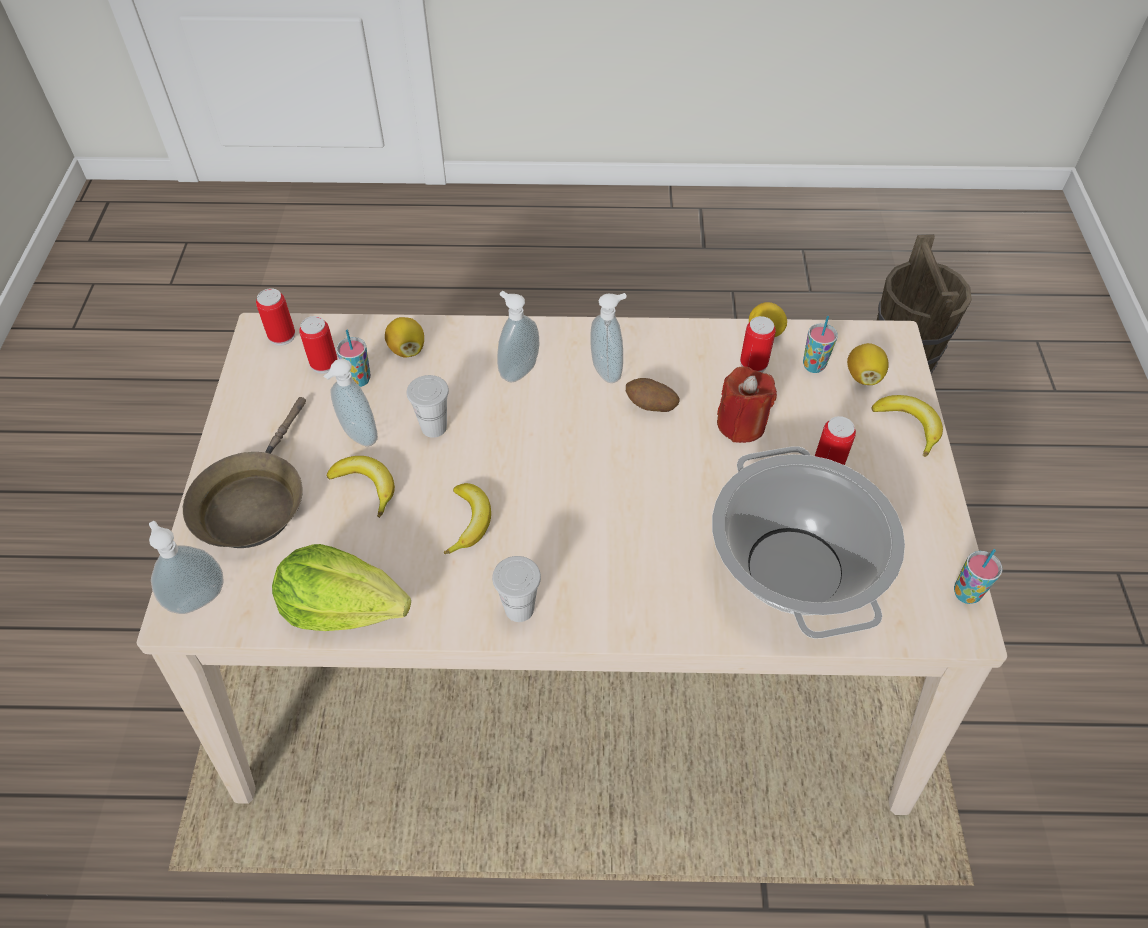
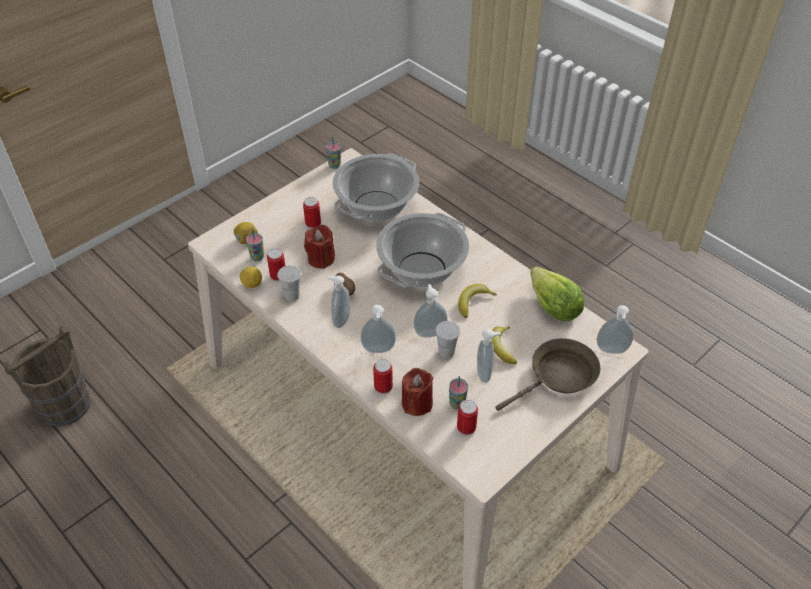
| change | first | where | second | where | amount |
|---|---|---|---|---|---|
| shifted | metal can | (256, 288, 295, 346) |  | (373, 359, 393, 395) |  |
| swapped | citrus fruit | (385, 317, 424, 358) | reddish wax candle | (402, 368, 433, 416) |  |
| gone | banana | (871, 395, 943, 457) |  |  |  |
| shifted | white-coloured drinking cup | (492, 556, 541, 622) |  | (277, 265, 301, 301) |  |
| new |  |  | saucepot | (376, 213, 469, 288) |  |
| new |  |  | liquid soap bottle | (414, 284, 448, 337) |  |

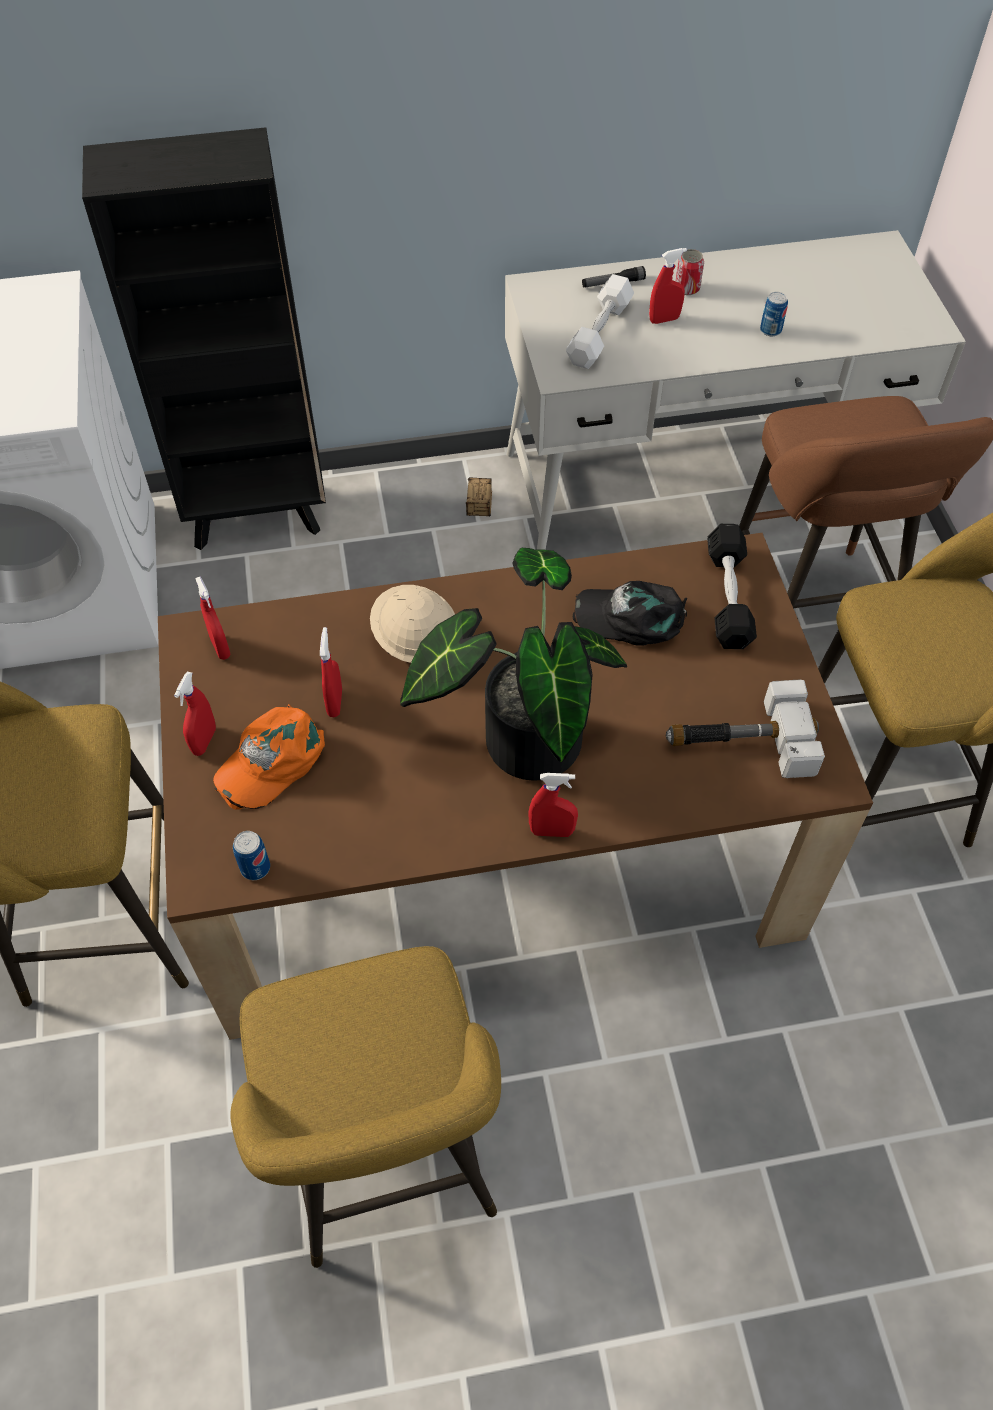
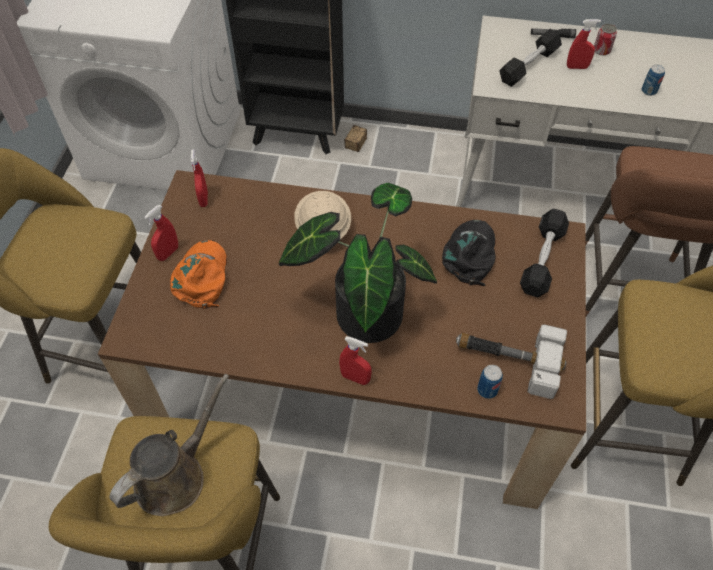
| change | first | where | second | where | amount |
|---|---|---|---|---|---|
| repainted | white-coloured dumbbell | (566, 274, 634, 369) | blackish dumbbell | (499, 29, 562, 87) |  |
| shifted | storage bin | (466, 478, 492, 516) |  | (344, 125, 367, 152) |  |
| rotated | blackish cap | (573, 581, 687, 645) |  | (442, 220, 495, 286) | 75 degrees clockwise |
| gone | reddish hand sprayer | (320, 627, 342, 717) |  |  |  |
| rotated | orange-coloured cap | (213, 704, 325, 810) |  | (170, 240, 227, 309) | 120 degrees clockwise |
| shifted | metal can | (233, 831, 270, 880) |  | (477, 365, 503, 399) |  |
| new |  |  | brown-coloured watering can | (110, 374, 229, 516) |  |

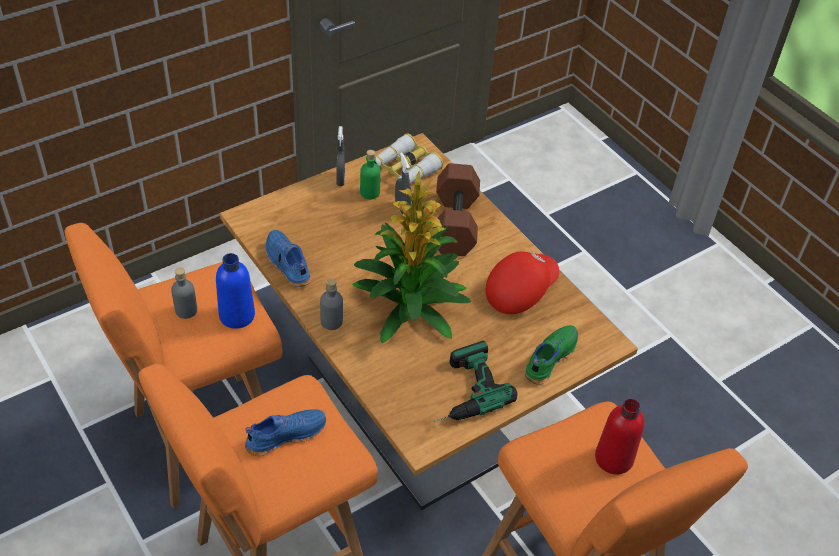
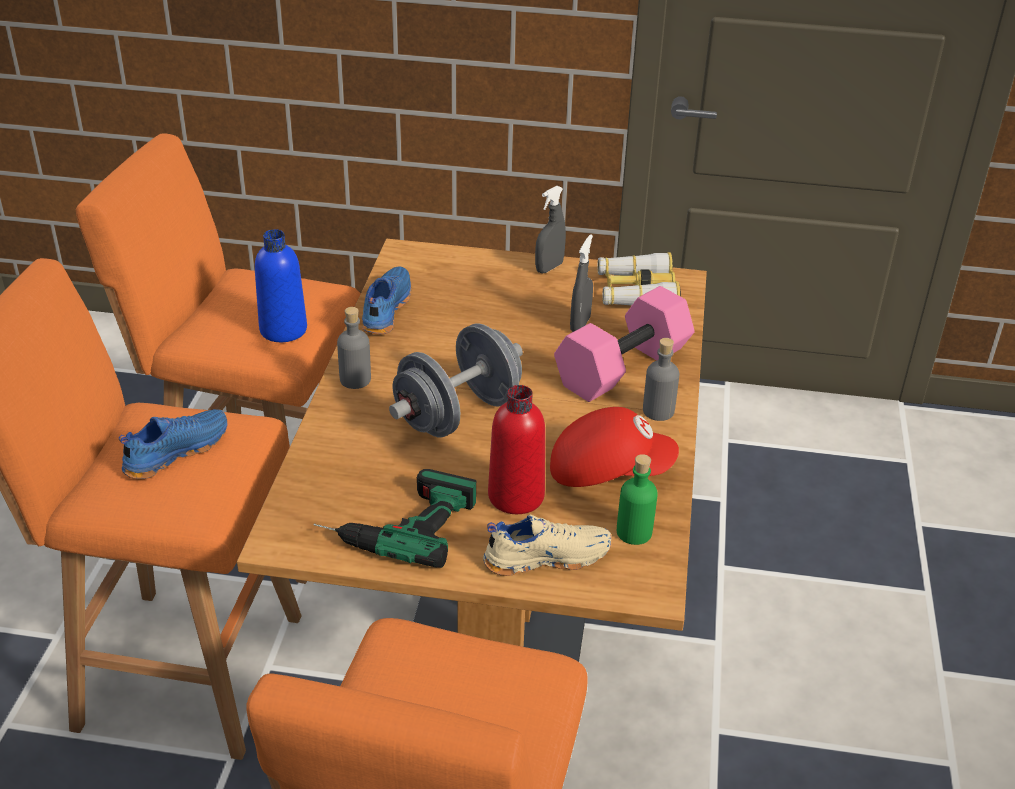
| change | first | where | second | where | amount |
|---|---|---|---|---|---|
| shifted | greenish drink bottle | (360, 150, 381, 199) |  | (617, 454, 658, 545) |  |
| repainted | brown-coloured dumbbell | (433, 163, 480, 256) | pink-coloured dumbbell | (554, 286, 694, 402) |  |
| swapped | plant in a pot | (352, 172, 471, 344) | grey dumbbell | (389, 323, 523, 437) |  |
| shifted | grey drink bottle | (171, 268, 197, 319) |  | (643, 338, 679, 421) |  |
| repainted | greenish low shoe | (525, 325, 578, 385) | sand-coloured low shoe | (483, 515, 612, 576) |  |
| shifted | reddish drink bottle | (595, 399, 644, 475) |  | (488, 385, 545, 514) |  |
| rotated | bluish low shoe | (245, 409, 326, 456) |  | (119, 409, 227, 479) | 60 degrees counterclockwise |

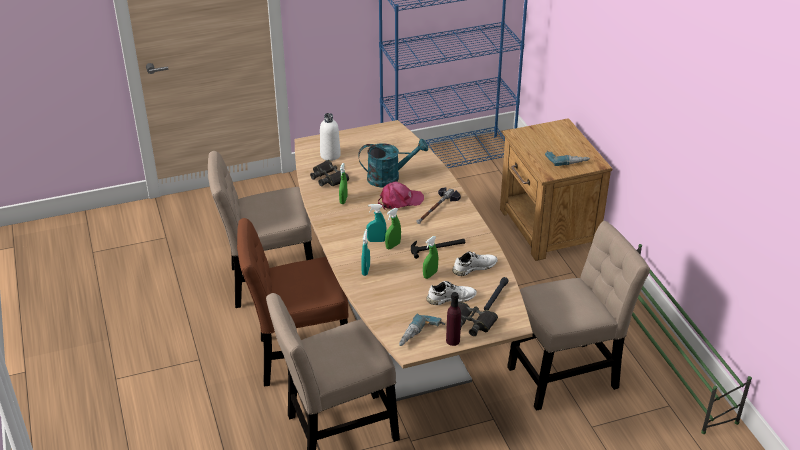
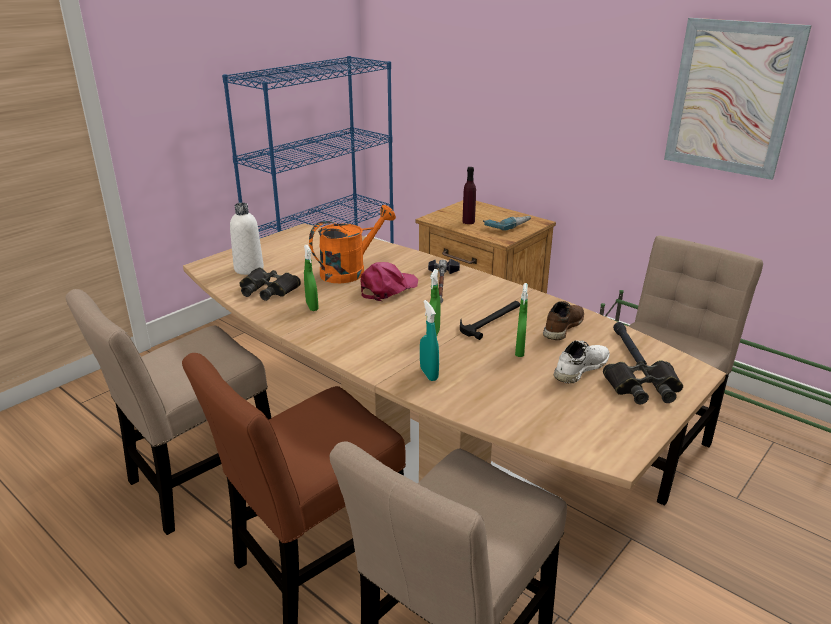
| change | first | where | second | where | amount |
|---|---|---|---|---|---|
| repainted | blue-green watering can | (358, 139, 428, 187) | orange-coloured watering can | (309, 205, 396, 283) |  |
| gone | blue-green hand sprayer | (366, 204, 387, 242) |  |  |  |
| repainted | white-coloured low shoe | (452, 252, 497, 276) | brown-coloured low shoe | (543, 301, 584, 340) |  |
| shifted | purple-coloured drink bottle | (446, 292, 461, 346) |  | (462, 167, 476, 224) |  |
| gone | drill | (399, 313, 445, 346) |  |  |  |
| new |  |  | picture | (664, 18, 812, 180) |  |

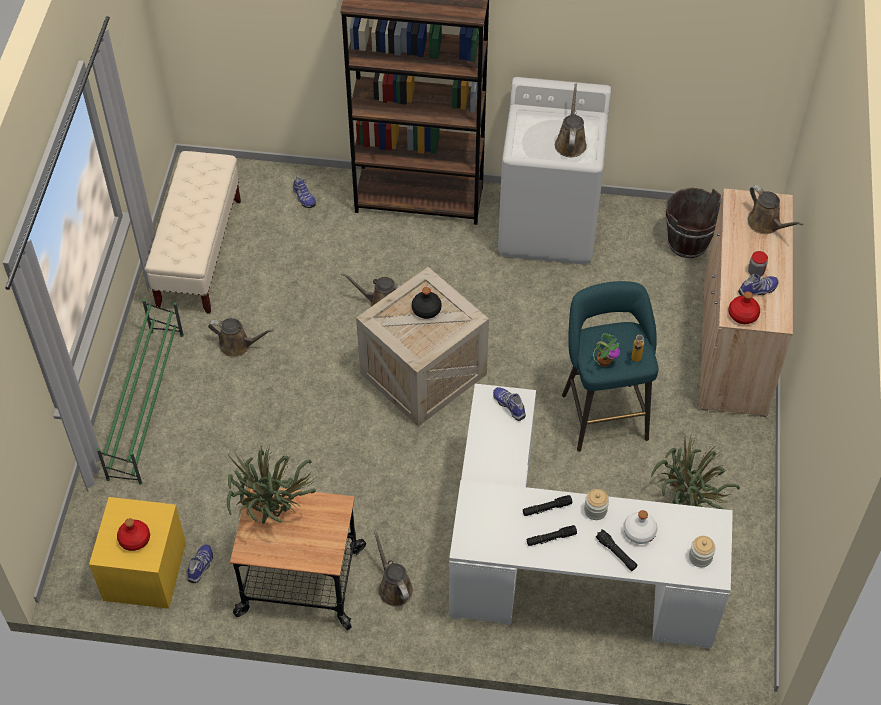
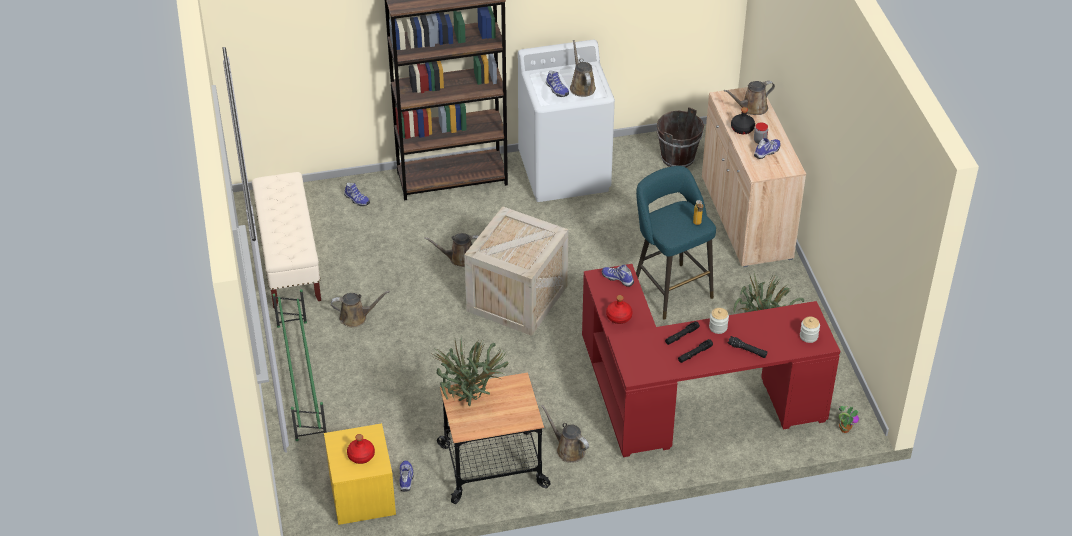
| change | first | where | second | where | amount |
|---|---|---|---|---|---|
| rotated | brown-coloured watering can | (747, 185, 803, 234) |  | (724, 81, 775, 115) | 120 degrees clockwise |
| shifted | blackish drink bottle | (412, 287, 442, 319) |  | (731, 107, 755, 134) |  |
| shifted | reddish drink bottle | (728, 291, 760, 324) |  | (606, 295, 633, 324) |  |
| shifted | plant in a pot | (593, 333, 620, 366) |  | (838, 406, 859, 433) |  |
| repainted | white-coloured desk | (449, 384, 733, 648) | reddish desk | (582, 264, 840, 457) |  |
| gone | white-coloured drink bottle | (623, 510, 658, 544) |  |  |  |
| new |  |  | low shoe | (546, 70, 569, 97) |  |

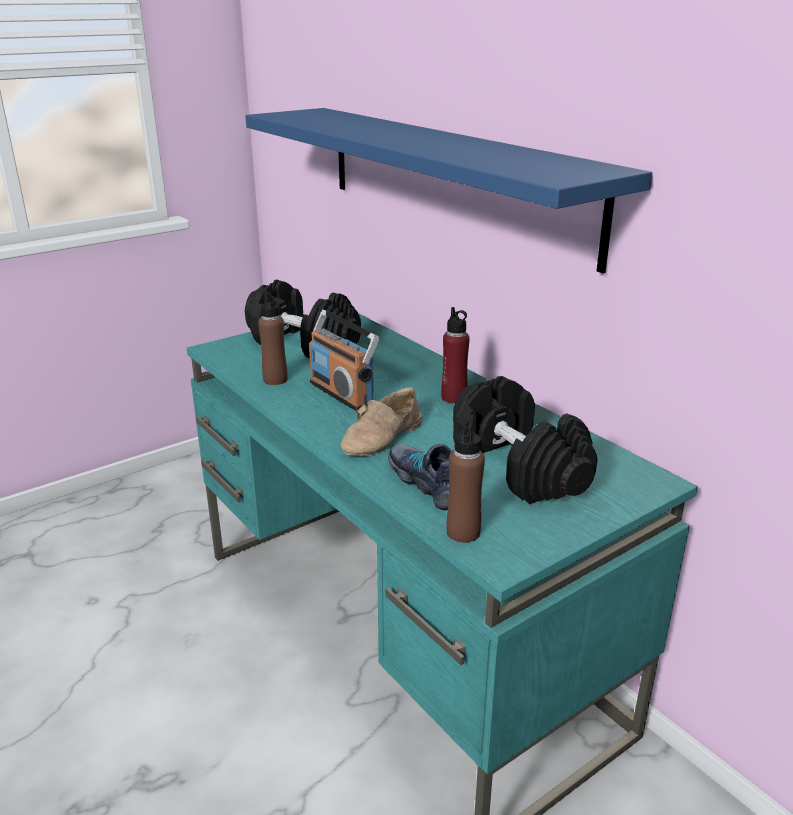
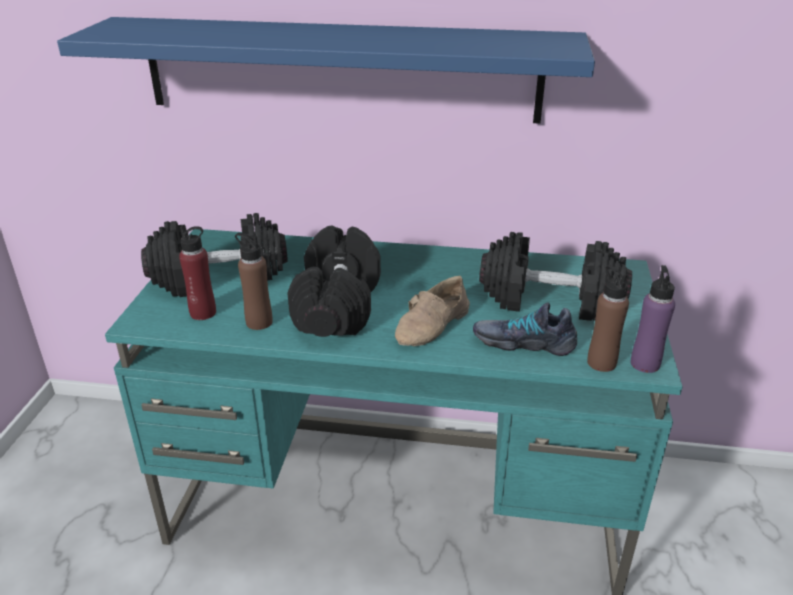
| change | first | where | second | where | amount |
|---|---|---|---|---|---|
| shifted | reddish drink bottle | (441, 307, 470, 404) |  | (179, 226, 216, 320) |  |
| swapped | radio | (309, 310, 379, 411) | blackish dumbbell | (287, 226, 381, 337) |  |
| rotated | sand-coloured low shoe | (341, 387, 423, 456) |  | (395, 276, 470, 346) | 45 degrees clockwise |
| new |  |  | purple-coloured drink bottle | (631, 265, 675, 373) |  |

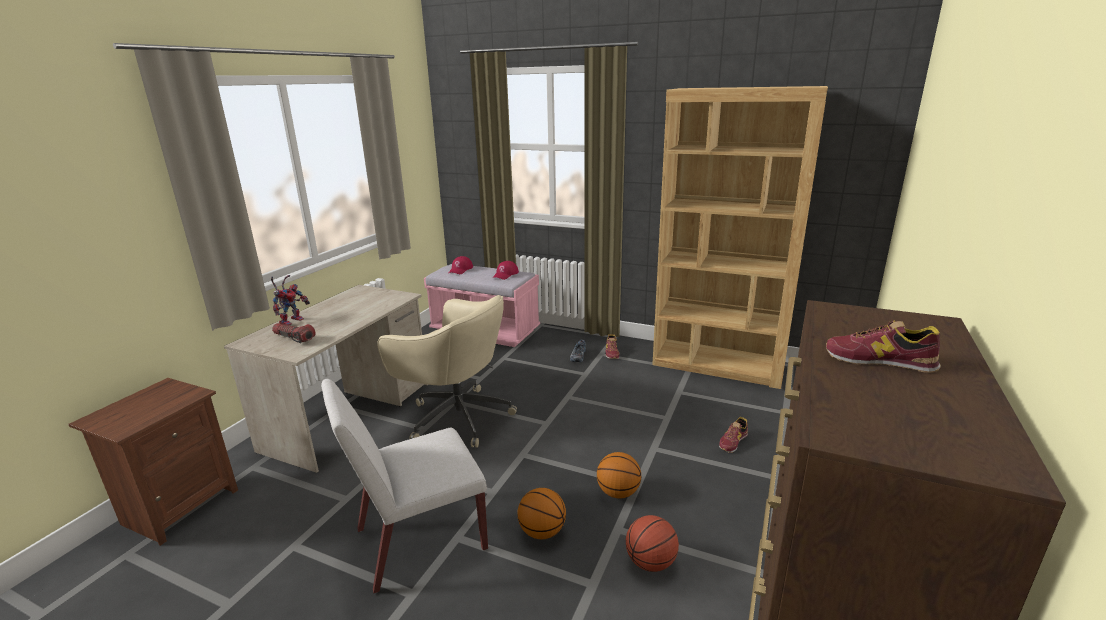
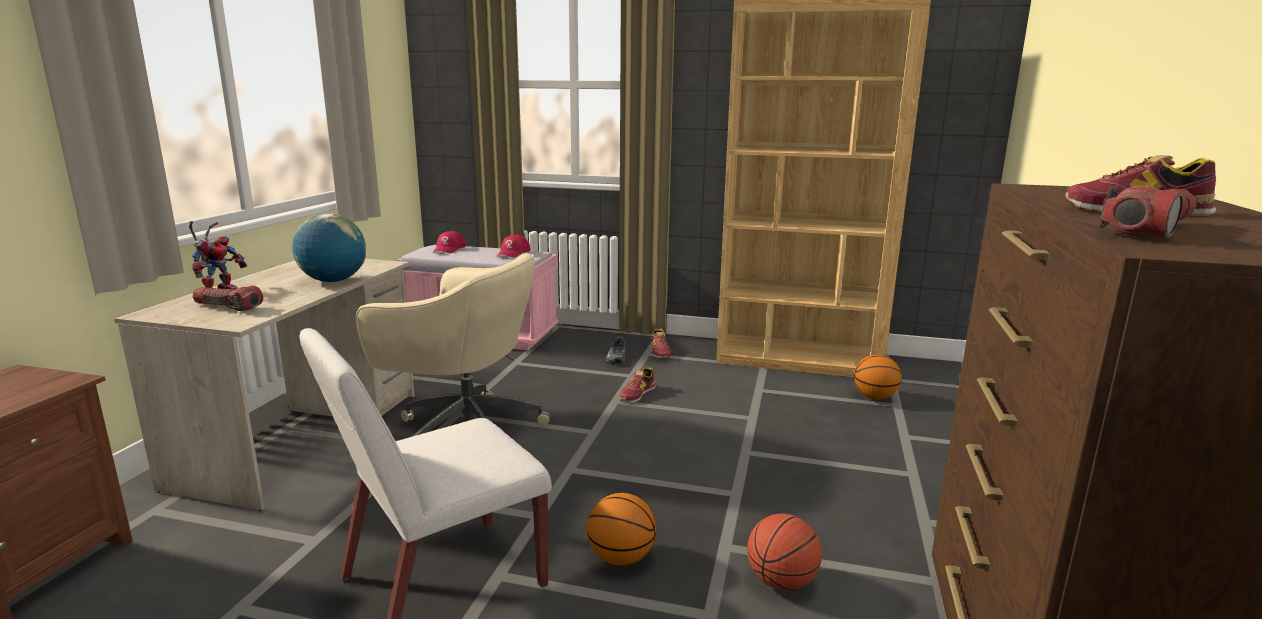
| change | first | where | second | where | amount |
|---|---|---|---|---|---|
| shifted | low shoe | (719, 417, 748, 453) |  | (620, 367, 656, 403) |  |
| shifted | ball for basketball | (597, 452, 641, 499) |  | (854, 354, 902, 400) |  |
| new |  |  | flashlight | (1100, 185, 1197, 238) |  |
| new |  |  | desk globe | (292, 214, 366, 282) |  |

